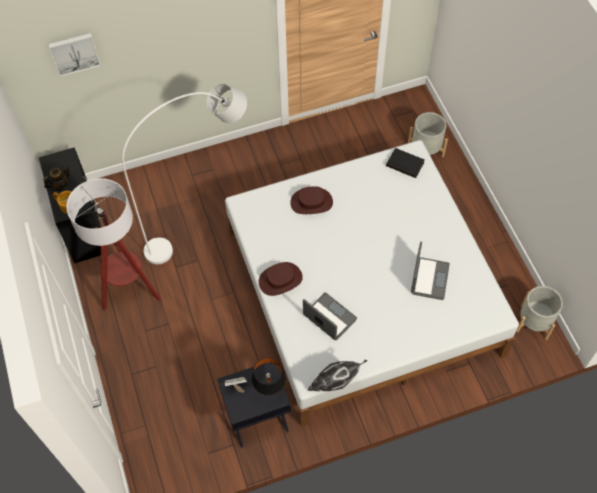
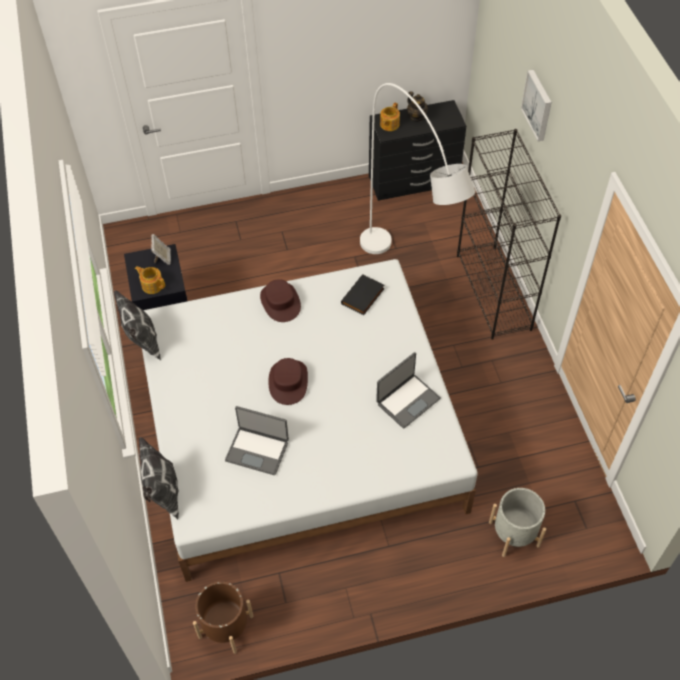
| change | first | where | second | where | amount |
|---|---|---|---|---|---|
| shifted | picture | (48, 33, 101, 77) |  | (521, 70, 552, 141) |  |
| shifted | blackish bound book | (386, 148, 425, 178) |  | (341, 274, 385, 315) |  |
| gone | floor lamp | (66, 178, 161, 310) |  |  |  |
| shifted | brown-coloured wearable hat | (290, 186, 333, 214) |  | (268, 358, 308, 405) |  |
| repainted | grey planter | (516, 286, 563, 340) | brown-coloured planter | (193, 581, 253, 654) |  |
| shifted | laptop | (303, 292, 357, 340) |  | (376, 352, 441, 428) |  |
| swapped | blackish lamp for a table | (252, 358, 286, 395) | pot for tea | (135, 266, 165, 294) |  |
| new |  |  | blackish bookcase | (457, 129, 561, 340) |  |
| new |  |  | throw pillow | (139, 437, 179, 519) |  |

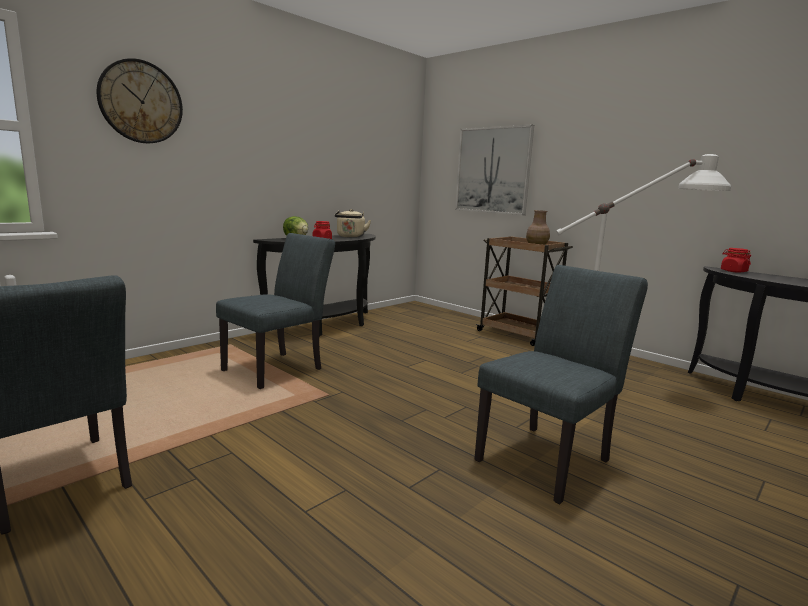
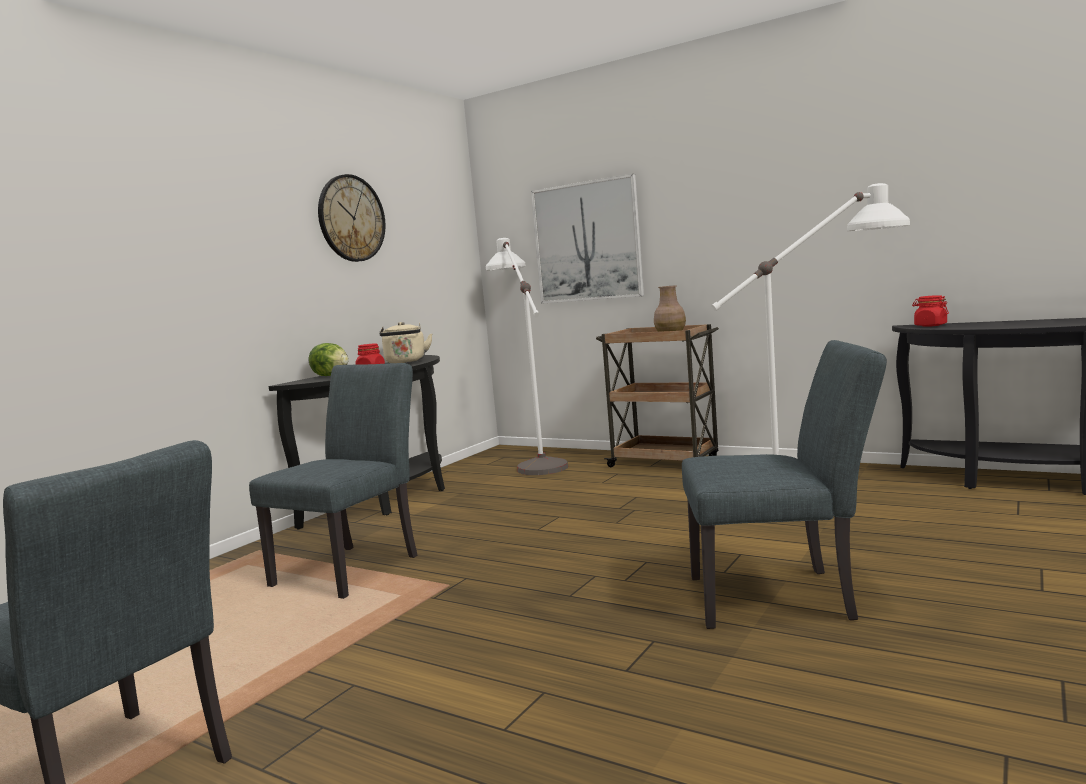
| change | first | where | second | where | amount |
|---|---|---|---|---|---|
| shifted | wall clock | (97, 58, 183, 143) |  | (318, 174, 386, 262) |  |
| rotated | grey chair | (474, 265, 648, 504) |  | (682, 340, 887, 629) | 60 degrees clockwise |
| new |  |  | white-coloured floor lamp | (486, 238, 568, 475) |  |

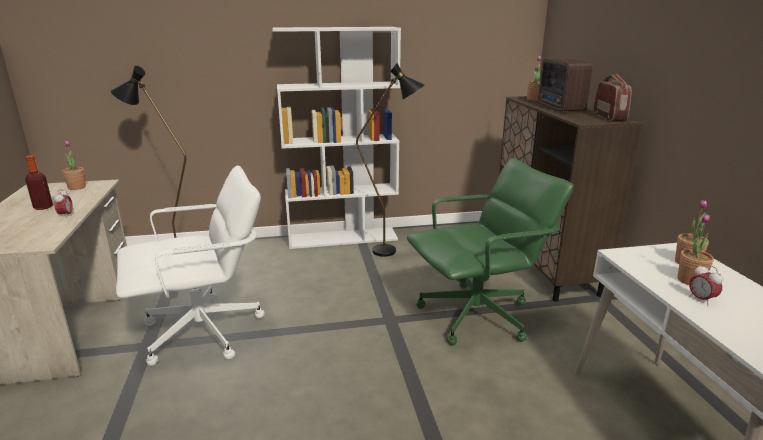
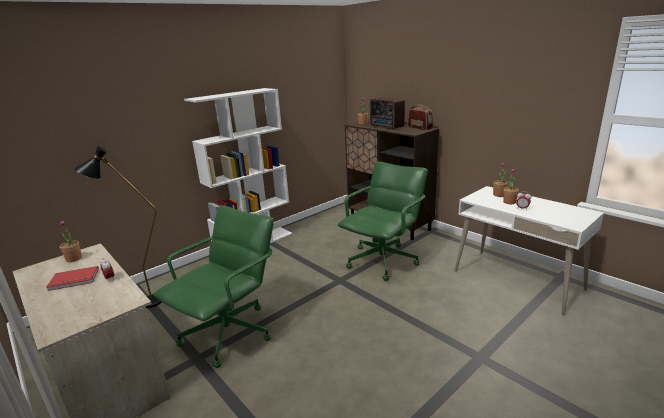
| change | first | where | second | where | amount |
|---|---|---|---|---|---|
| gone | blackish floor lamp | (356, 63, 425, 257) |  |  |  |
| swapped | drink bottle | (25, 155, 53, 210) | reddish bound book | (46, 266, 99, 291) |  |
| repainted | white-coloured computer chair | (116, 165, 265, 366) | greenish computer chair | (153, 205, 274, 368) |  |

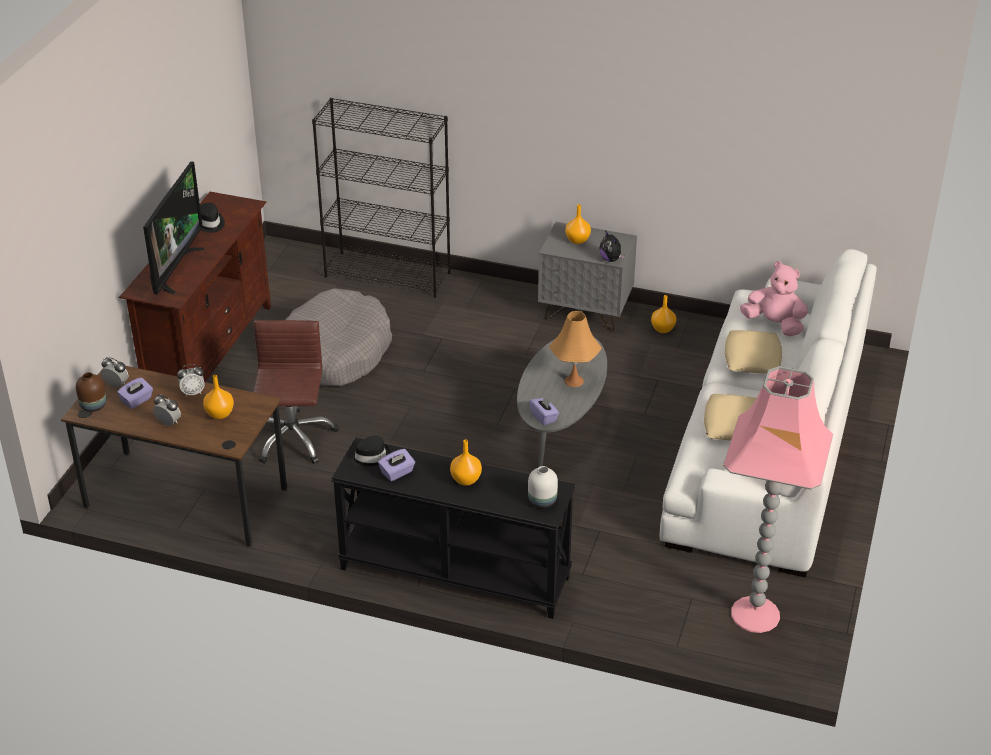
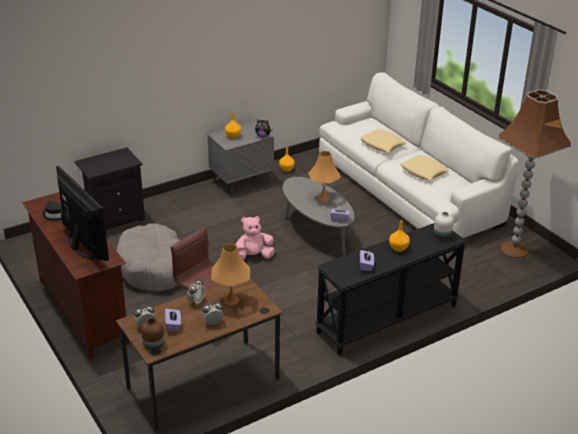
| change | first | where | second | where | amount |
|---|---|---|---|---|---|
| swapped | blackish bookcase | (312, 98, 451, 298) | blackish night table | (74, 147, 145, 230) |  |
| shifted | pink-coloured cuddly toy | (740, 261, 808, 336) |  | (236, 216, 275, 260) |  |
| repainted | pink-coloured floor lamp | (723, 366, 833, 633) | brown-coloured floor lamp | (498, 89, 571, 258) |  |
| swapped | orange-coloured vase | (203, 375, 234, 419) | orange-coloured lamp for a table | (211, 244, 250, 306) |  |
| gone | blackish wearable hat | (350, 435, 390, 469) |  |  |  |

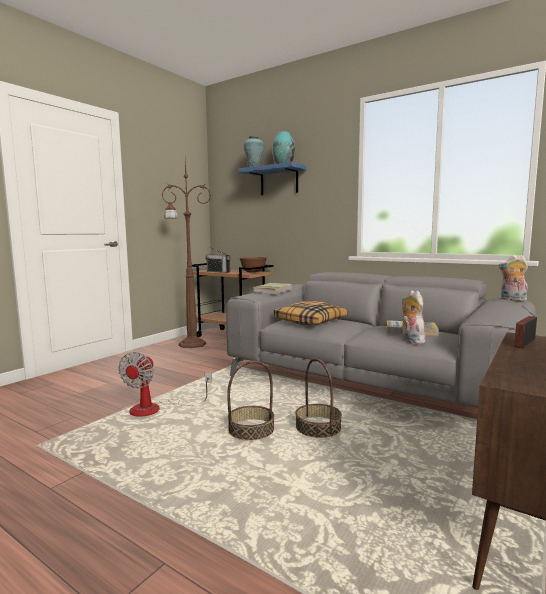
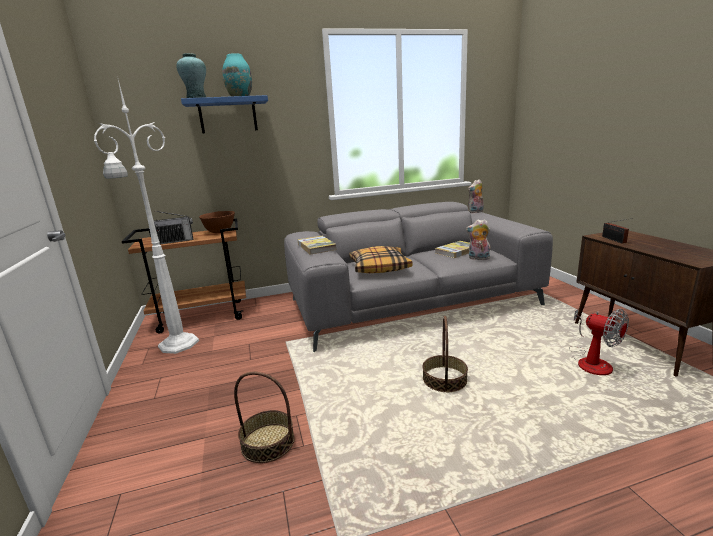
| change | first | where | second | where | amount |
|---|---|---|---|---|---|
| repainted | brown-coloured floor lamp | (162, 160, 211, 348) | white-coloured floor lamp | (94, 76, 199, 354) |  |
| shifted | fan | (118, 352, 212, 417) |  | (569, 309, 629, 375) |  |
| shifted | storage basket | (295, 358, 342, 438) |  | (234, 372, 295, 463) |  |

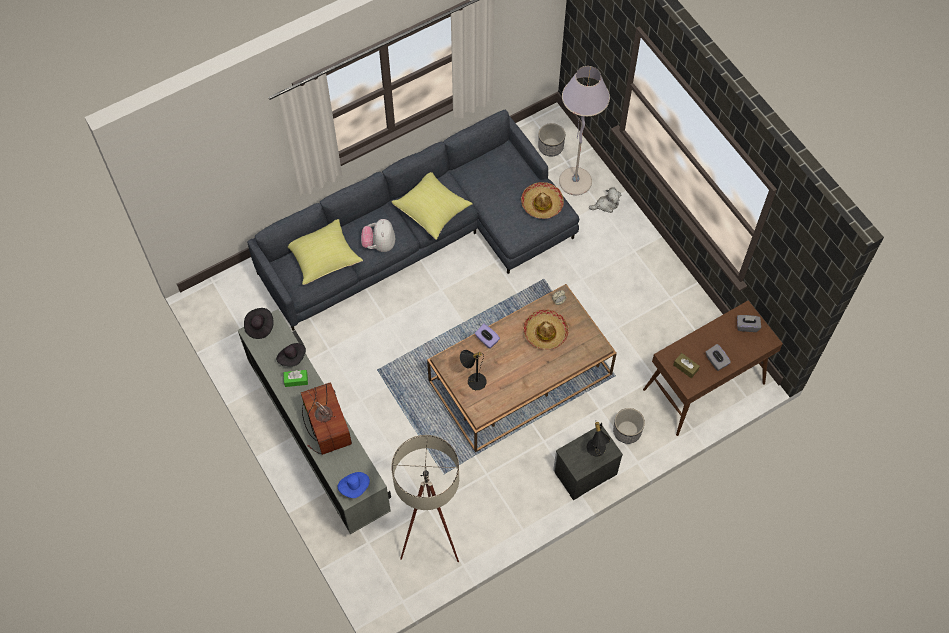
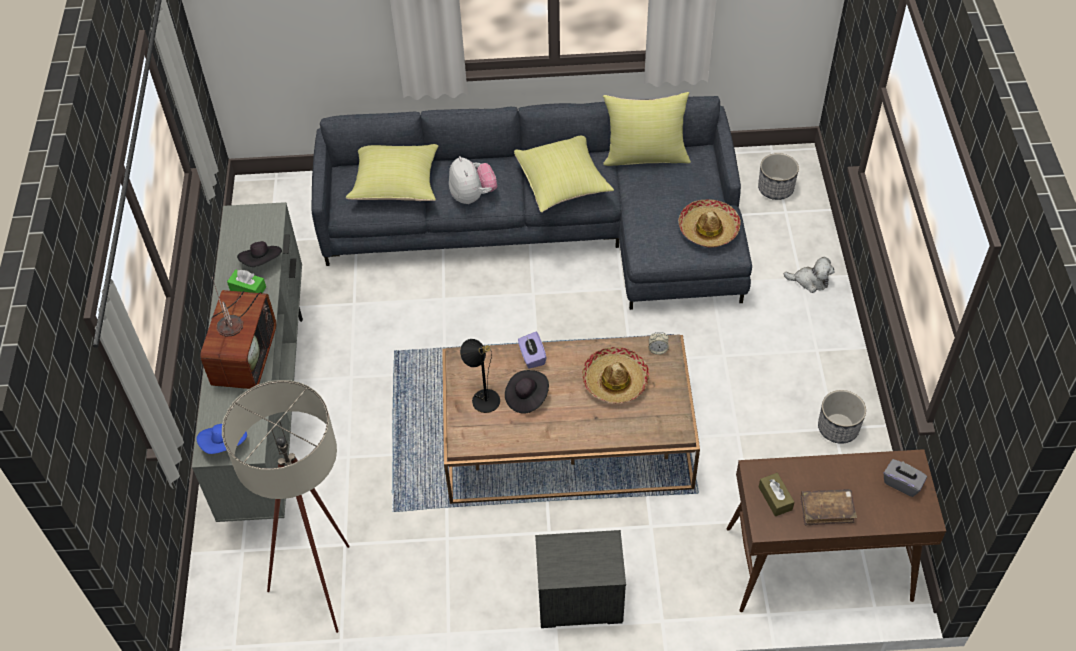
| change | first | where | second | where | amount |
|---|---|---|---|---|---|
| gone | grey floor lamp | (559, 66, 610, 195) |  |  |  |
| rotated | cuddly toy | (361, 219, 395, 252) |  | (449, 156, 497, 204) | 135 degrees clockwise |
| shifted | blackish wearable hat | (244, 308, 274, 339) |  | (505, 370, 549, 414) |  |
| swapped | grey tissue holder | (705, 344, 731, 371) | brown-coloured bound book | (800, 489, 857, 525) |  |
| shifted | planter | (613, 408, 645, 444) |  | (818, 390, 866, 444) |  |
| gone | blackish lamp for a table | (586, 420, 611, 457) |  |  |  |
| new |  |  | yellow-coloured throw pillow | (603, 92, 691, 166) |  |

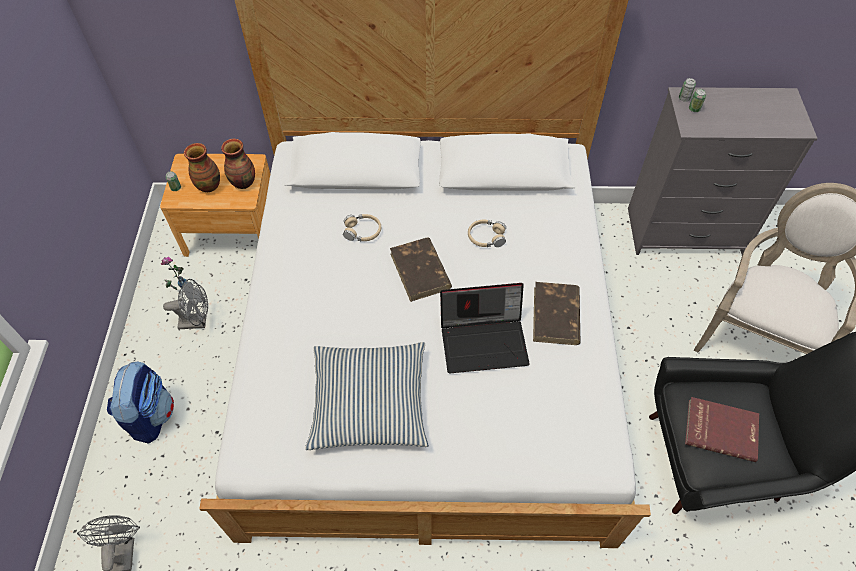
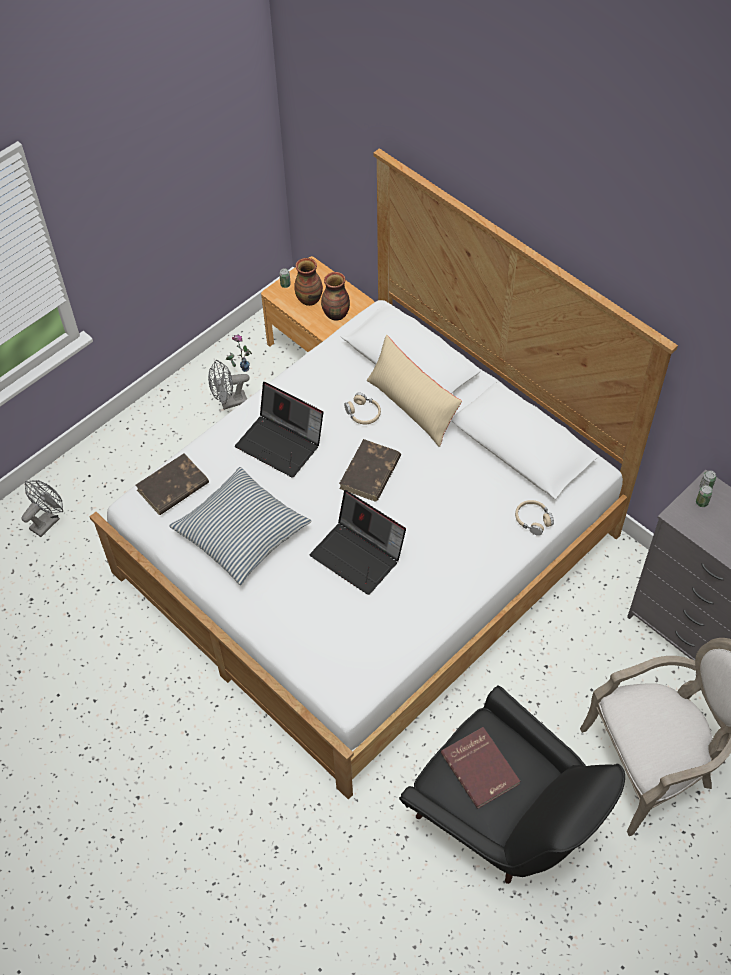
| change | first | where | second | where | amount |
|---|---|---|---|---|---|
| shifted | sand-coloured headset | (468, 220, 506, 247) |  | (515, 500, 554, 536) |  |
| rotated | grey fan | (163, 279, 208, 329) |  | (208, 360, 249, 410) | 120 degrees clockwise |
| shifted | brown-coloured bound book | (533, 282, 580, 345) |  | (136, 453, 209, 515) |  |
| gone | knapsack | (107, 362, 174, 443) |  |  |  |
| new |  |  | sand-coloured throw pillow | (367, 335, 462, 447) |  |
| new |  |  | laptop | (235, 382, 323, 478) |  |

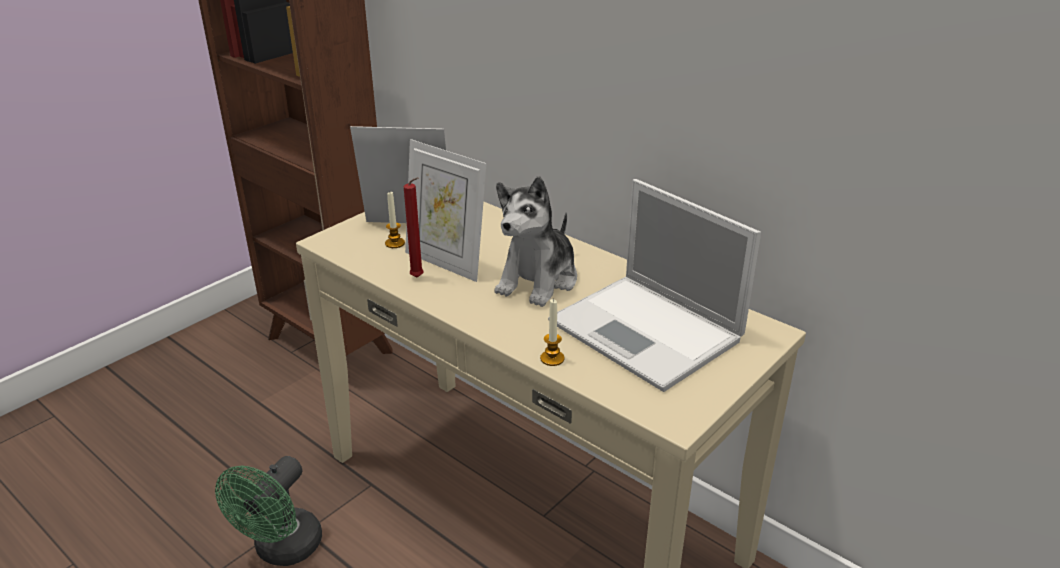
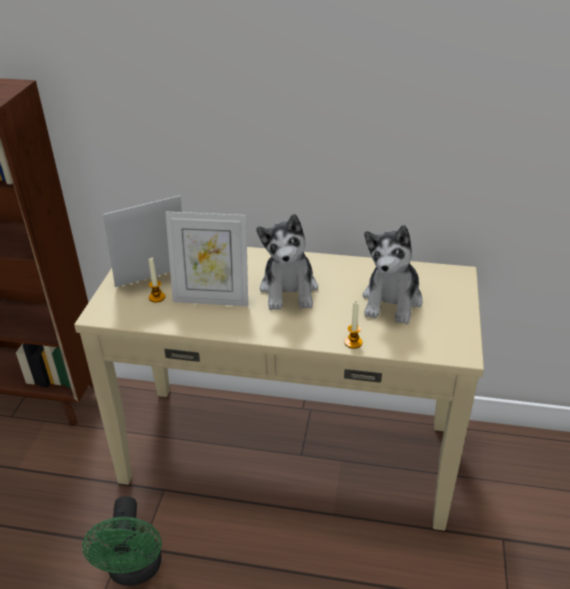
| change | first | where | second | where | amount |
|---|---|---|---|---|---|
| gone | reddish wax candle | (404, 177, 424, 277) |  |  |  |
| swapped | laptop | (548, 179, 761, 392) | cuddly toy | (363, 225, 423, 324) |  |

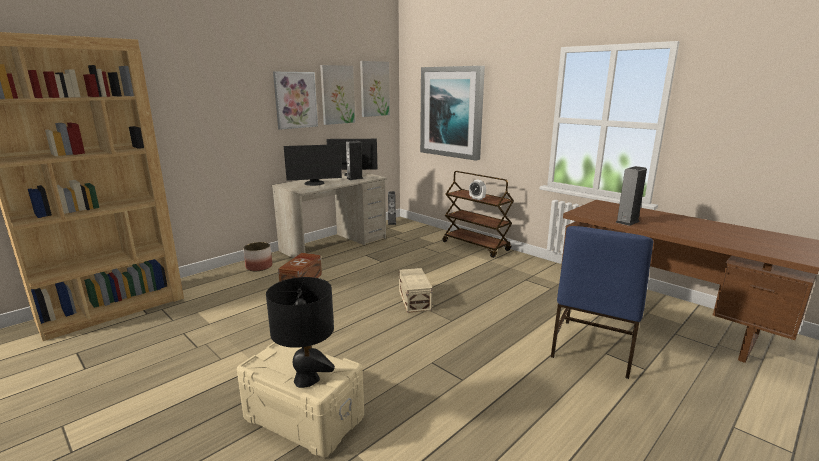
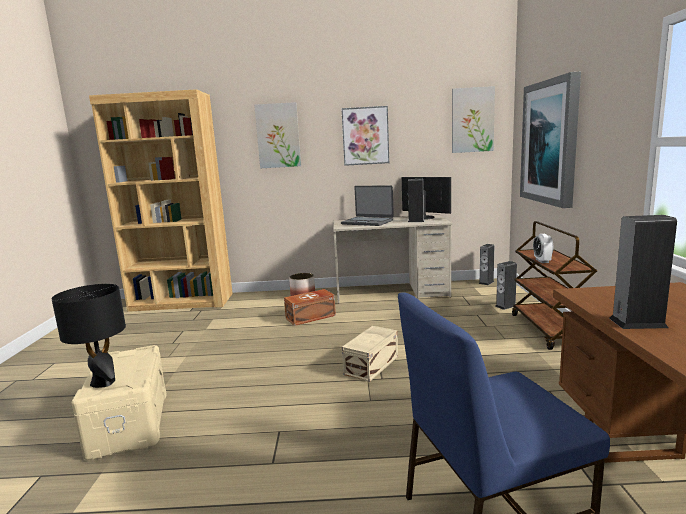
| change | first | where | second | where | amount |
|---|---|---|---|---|---|
| shifted | picture | (320, 65, 355, 125) |  | (254, 102, 301, 168) |  |
| swapped | monitor | (284, 144, 342, 186) | laptop | (341, 186, 394, 226) |  |
| new |  |  | audio speaker | (495, 261, 517, 310) |  |

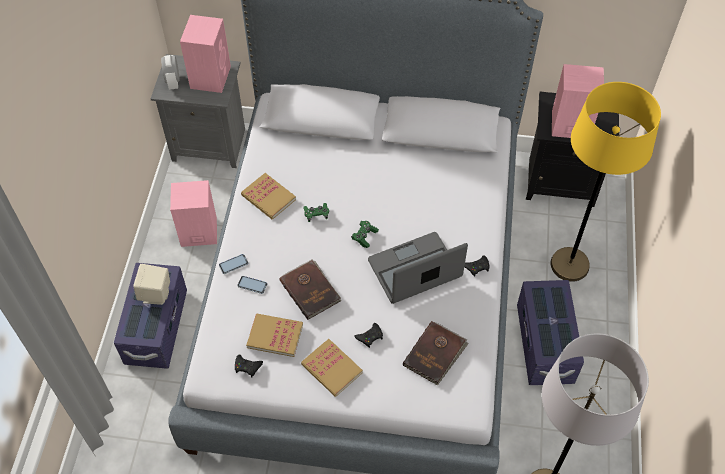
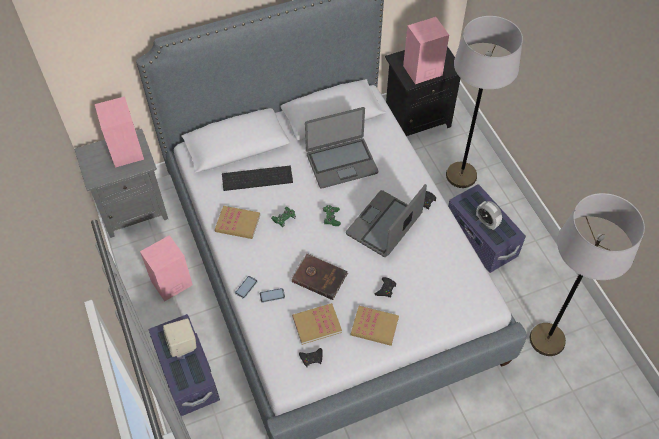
| change | first | where | second | where | amount |
|---|---|---|---|---|---|
| shifted | alarm clock | (161, 55, 180, 90) |  | (476, 201, 502, 230) |  |
| repainted | yellow-coloured floor lamp | (550, 82, 661, 282) | grey floor lamp | (446, 16, 523, 188) |  |
| gone | brown-coloured bound book | (403, 321, 469, 386) |  |  |  |
| new |  |  | laptop | (305, 107, 378, 189) |  |
| new |  |  | PC keyboard | (222, 166, 293, 191) |  |

